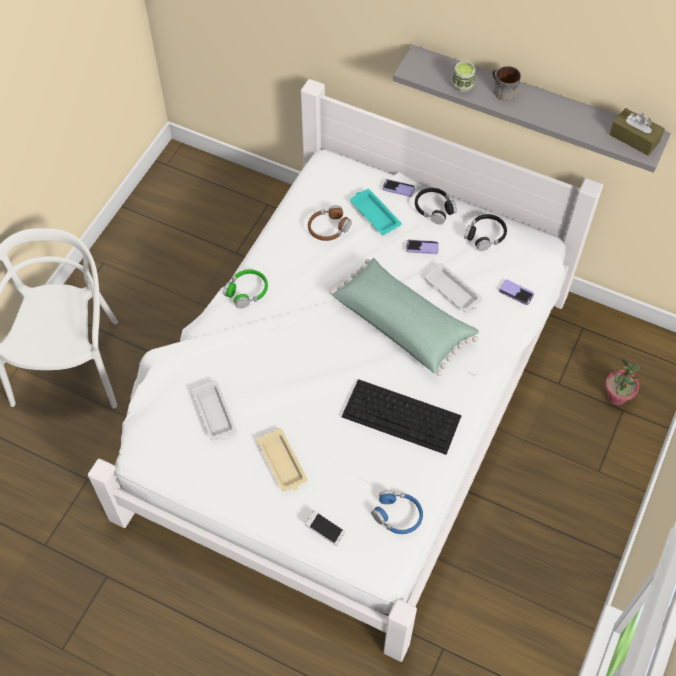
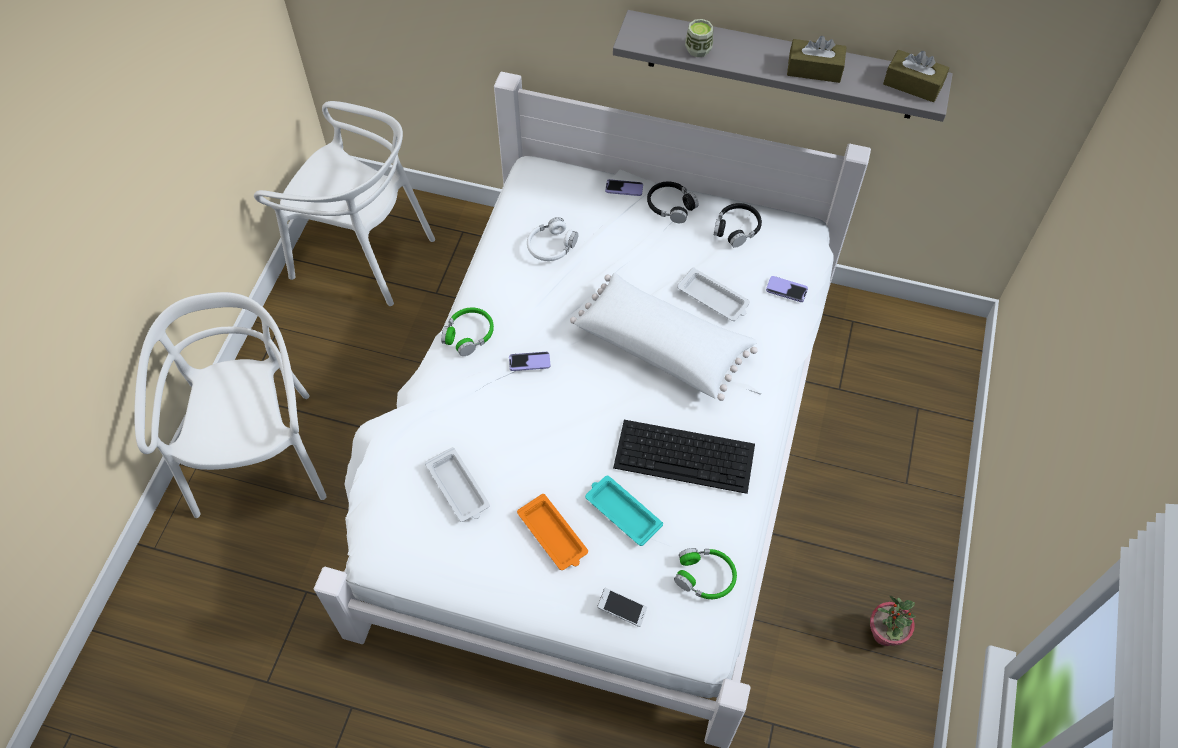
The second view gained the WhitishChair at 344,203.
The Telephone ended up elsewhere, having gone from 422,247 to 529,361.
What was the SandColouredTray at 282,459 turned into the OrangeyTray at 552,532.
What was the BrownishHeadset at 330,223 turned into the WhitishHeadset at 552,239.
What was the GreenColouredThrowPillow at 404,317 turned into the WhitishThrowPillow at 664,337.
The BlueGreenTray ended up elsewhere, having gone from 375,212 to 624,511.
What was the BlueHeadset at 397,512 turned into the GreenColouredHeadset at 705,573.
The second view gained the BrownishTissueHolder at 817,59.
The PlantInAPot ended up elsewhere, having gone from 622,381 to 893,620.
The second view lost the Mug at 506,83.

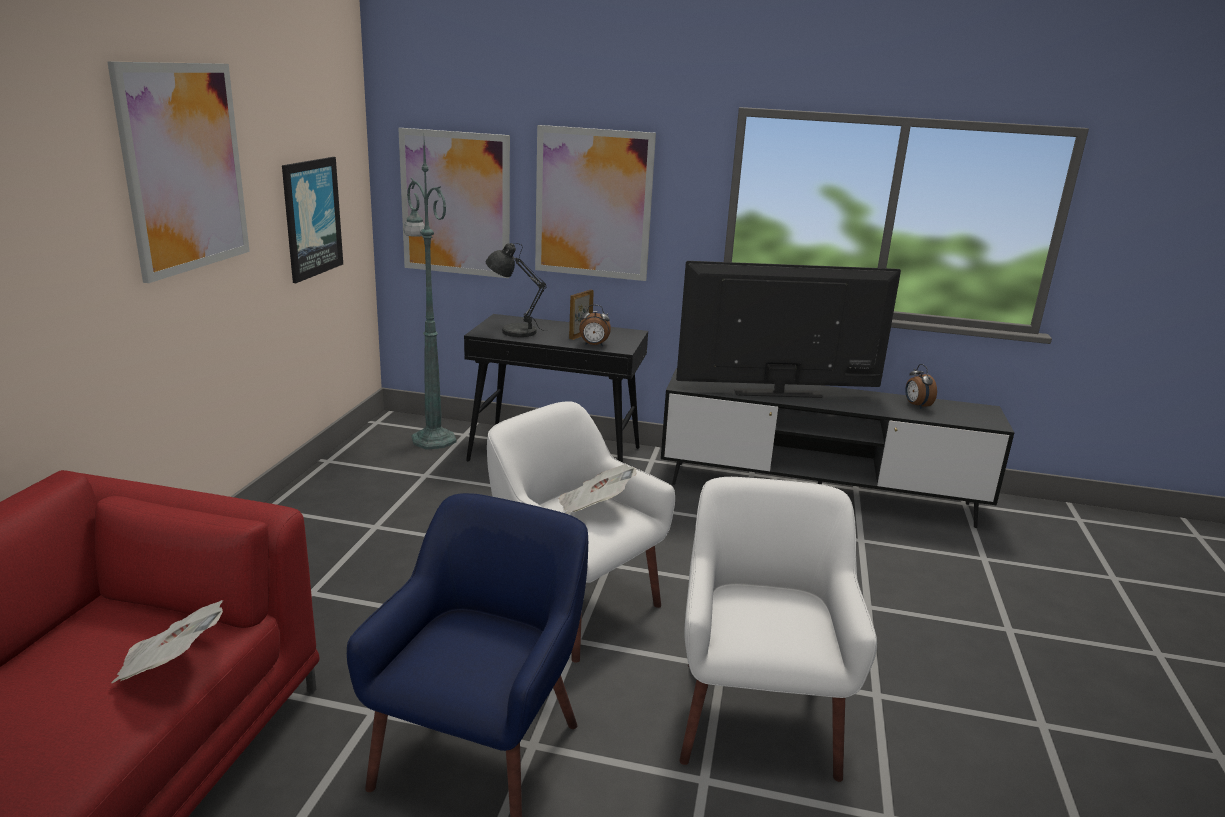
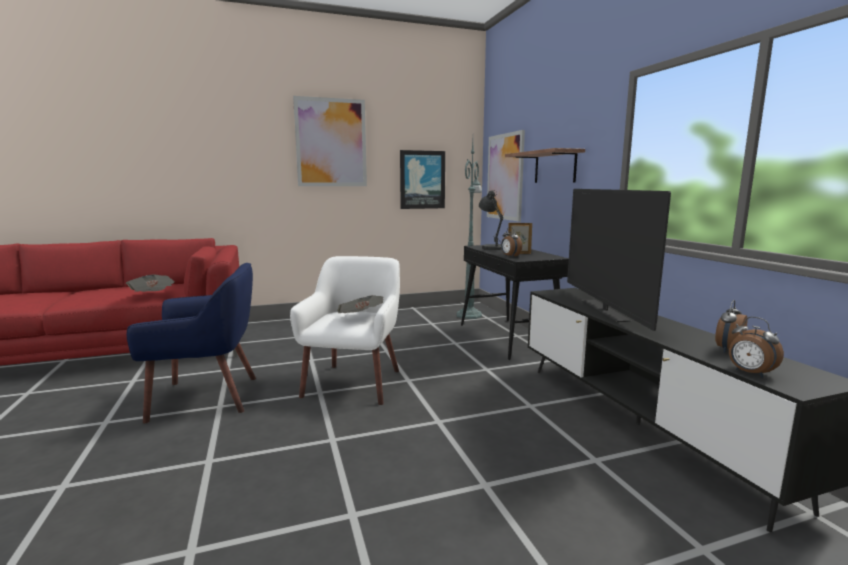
Where the WallPicture hung at 595,203, the WallShelf came to hang at 545,165.
The TvSet at 788,329 ended up facing another way, 150 degrees counterclockwise from before.
The second view gained the BedsideClock at 756,347.
The second view lost the WhitishArmchair at 778,629.

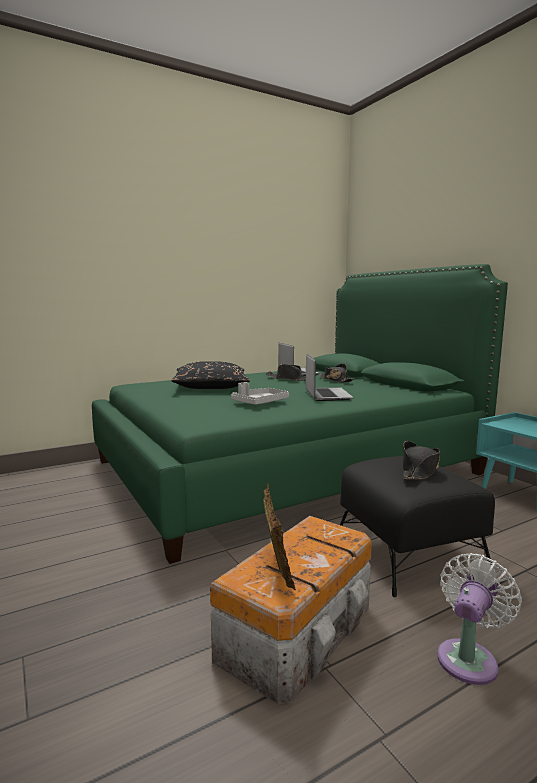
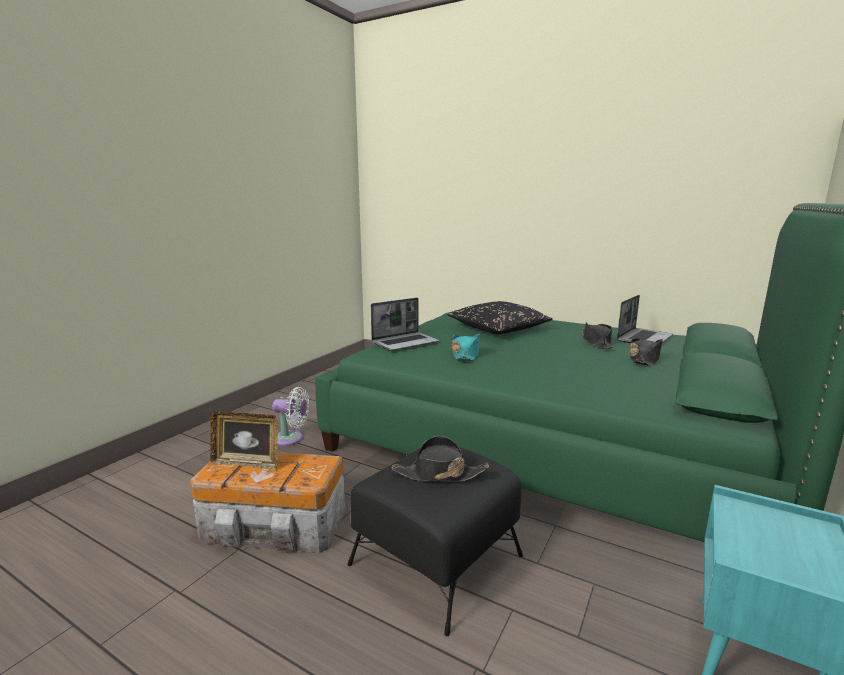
The StandingFrame at 279,536 ended up facing another way, 45 degrees clockwise from before.
The WhitishCoolingFan ended up elsewhere, having gone from 479,619 to 290,416.
The NotebookComputer ended up elsewhere, having gone from 330,377 to 405,324.
Where the GreyishTray stood at 260,393, the BlueGreenHat came to stand at 465,347.

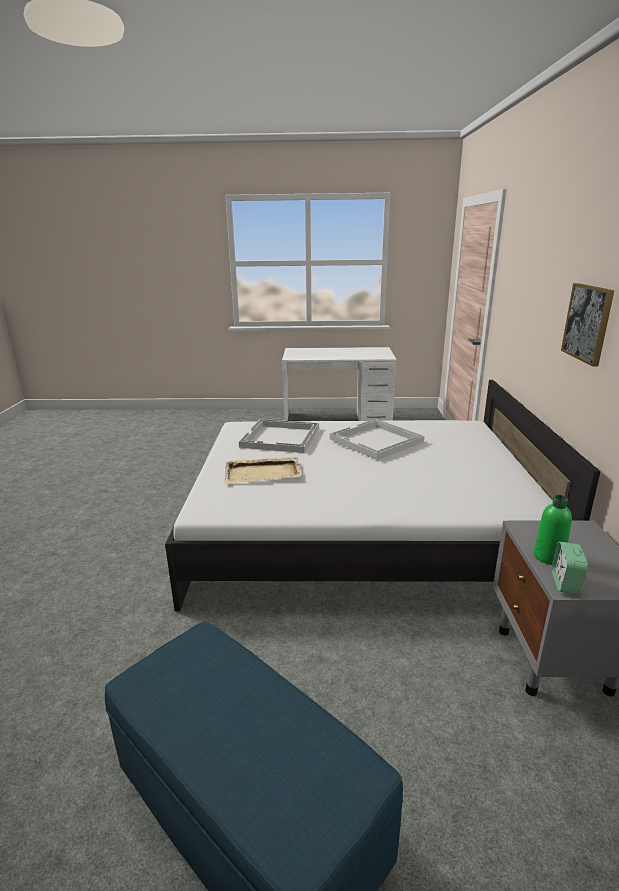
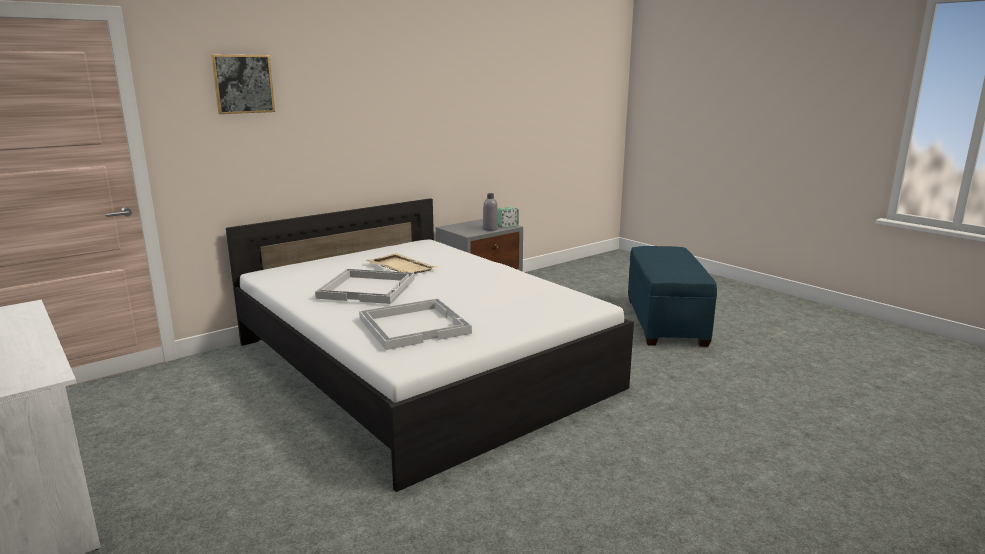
The WallPicture ended up elsewhere, having gone from 587,325 to 243,84.
The SandColouredTray ended up elsewhere, having gone from 263,470 to 402,263.
What was the GreenColouredDrinkBottle at 552,530 turned into the GreyishDrinkBottle at 490,212.

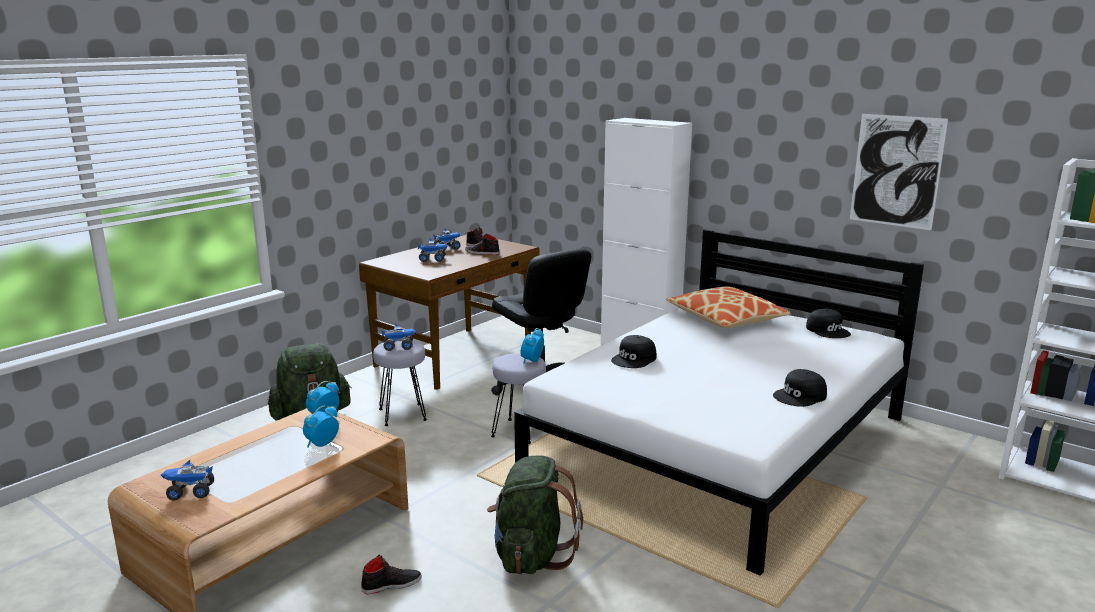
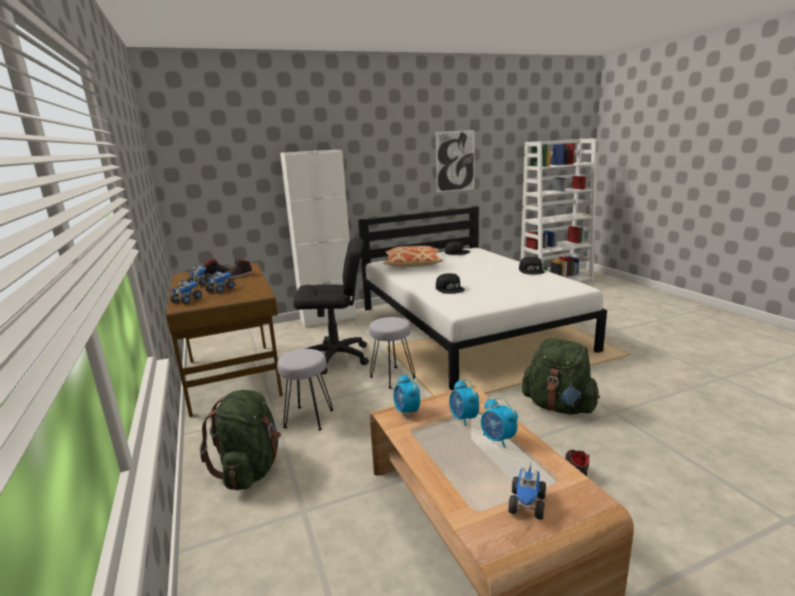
The ToyLorry ended up elsewhere, having gone from 398,337 to 186,291.
The BedsideClock ended up elsewhere, having gone from 532,346 to 499,422.

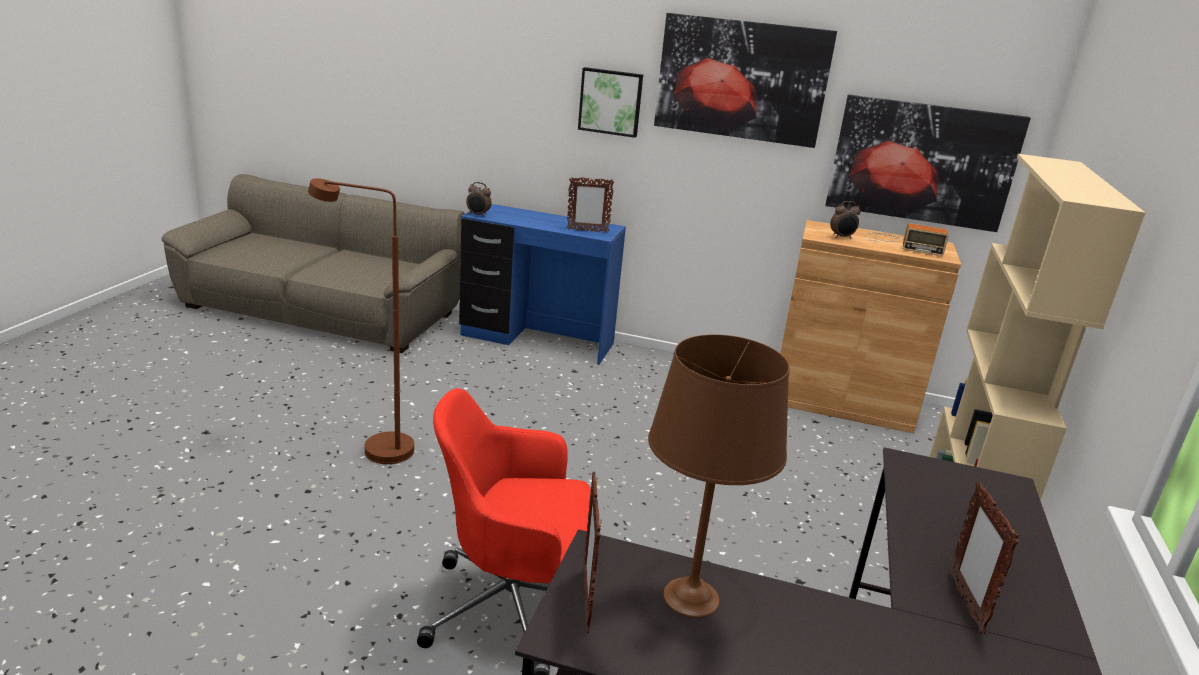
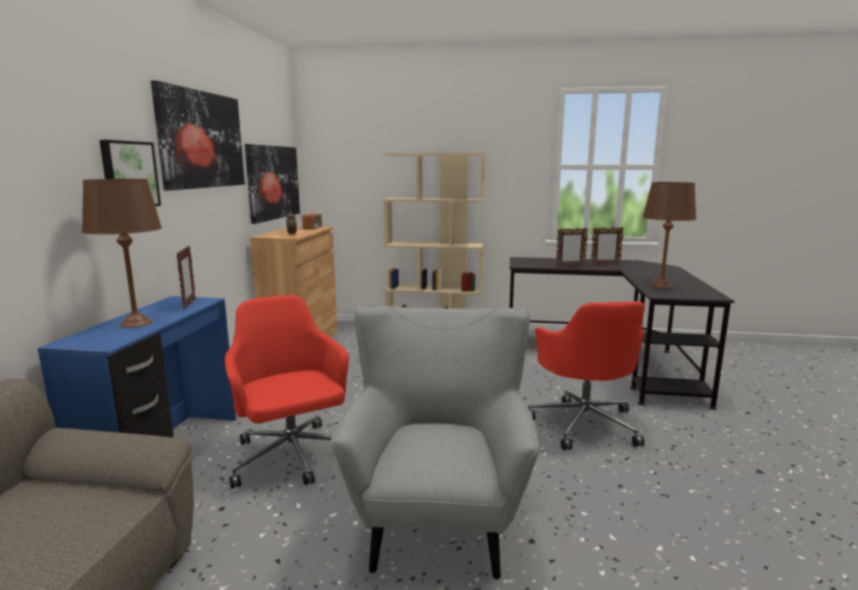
The second view gained the BrownishTableLamp at 122,253.
The second view gained the RedComputerChair at 287,392.
Where the BrownishStandingLamp stood at 361,321, the GreyishArmchair came to stand at 435,442.
The StandingFrame ended up elsewhere, having gone from 592,552 to 572,247.
The second view lost the BedsideClock at 479,199.

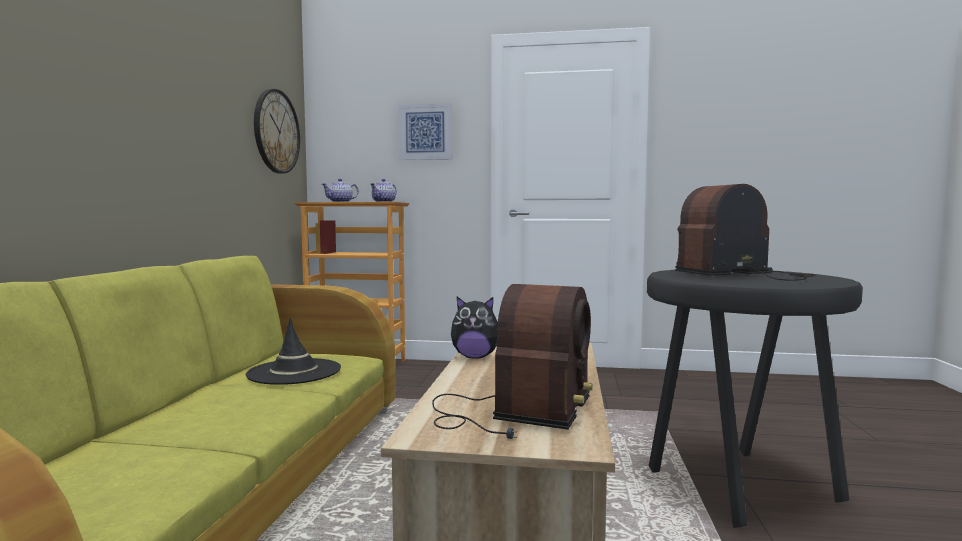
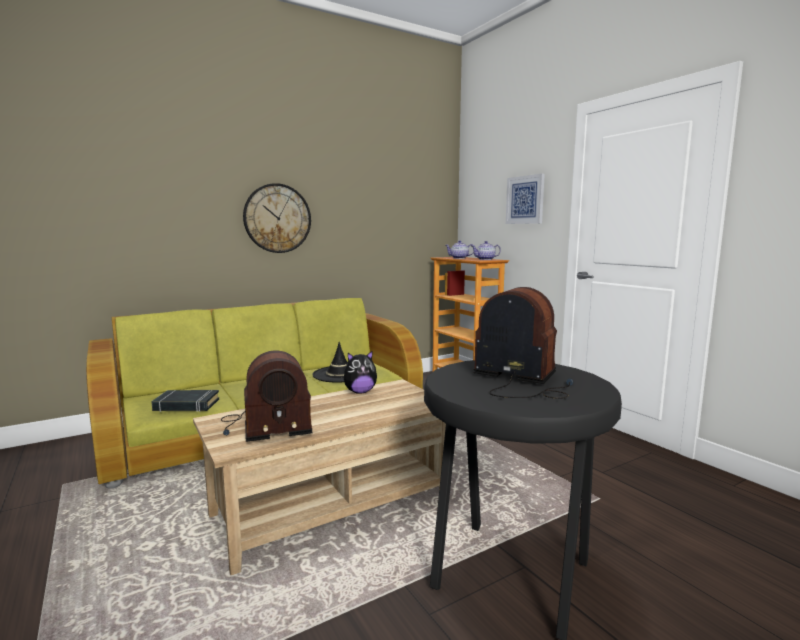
The second view gained the BlackBook at 185,401.
The ClockOnTheWall ended up elsewhere, having gone from 277,131 to 277,218.
The CuddlyToy at 474,328 ended up facing another way, 75 degrees counterclockwise from before.

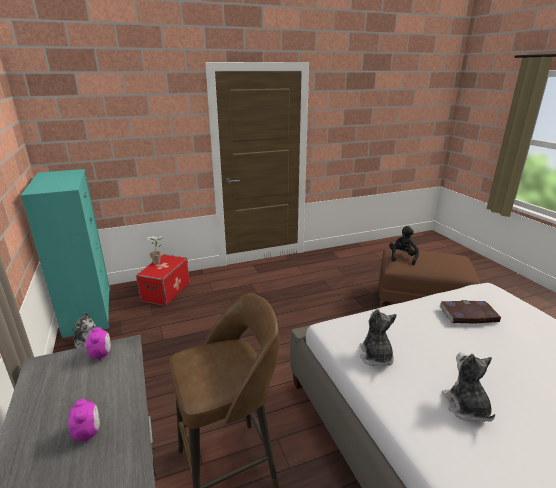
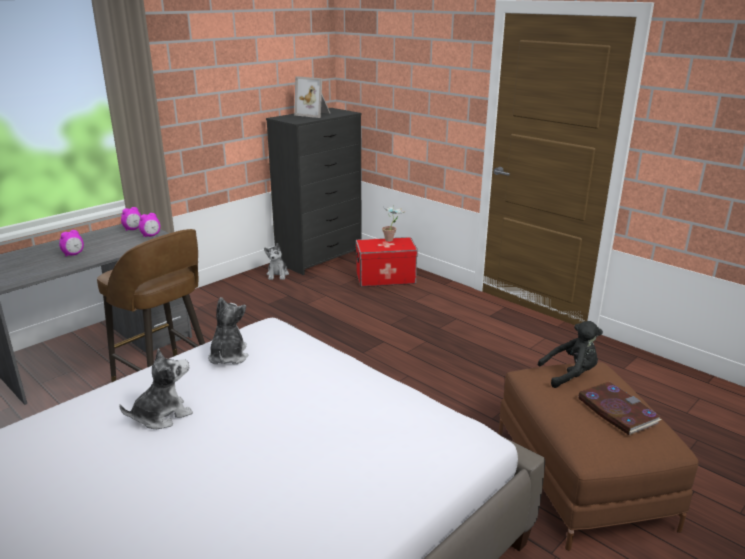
The second view gained the BedsideClock at 131,219.
The CuddlyToy at 378,337 ended up facing another way, 60 degrees counterclockwise from before.
What was the BlueGreenDrawerChest at 65,253 turned into the BlackDrawerChest at 314,191.
The second view gained the StandingFrame at 312,97.
The Book ended up elsewhere, having gone from 470,311 to 619,409.

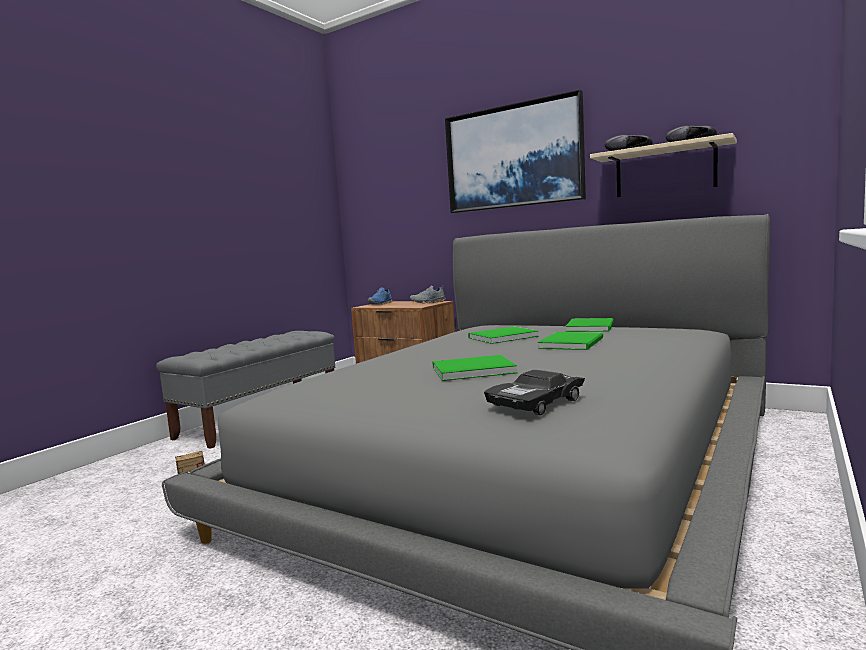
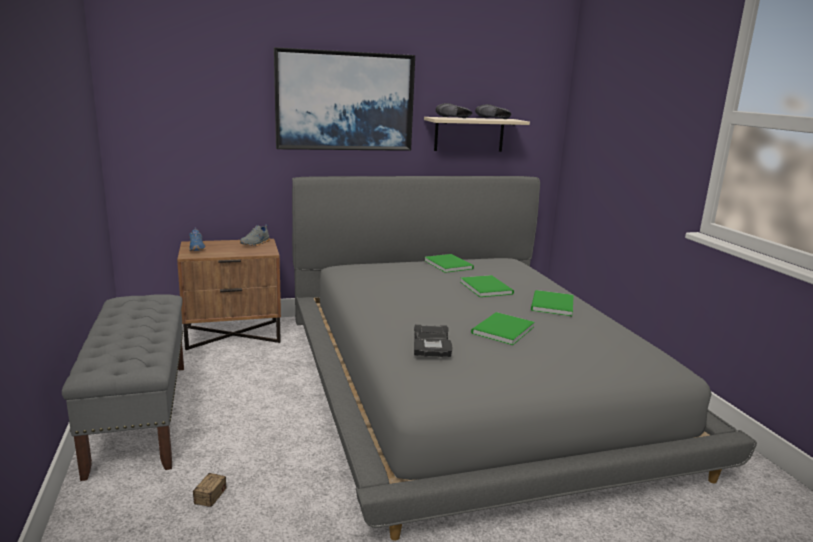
The BlackToyCar ended up elsewhere, having gone from 534,392 to 433,340.
The GreenColouredBook ended up elsewhere, having gone from 503,335 to 552,303.

